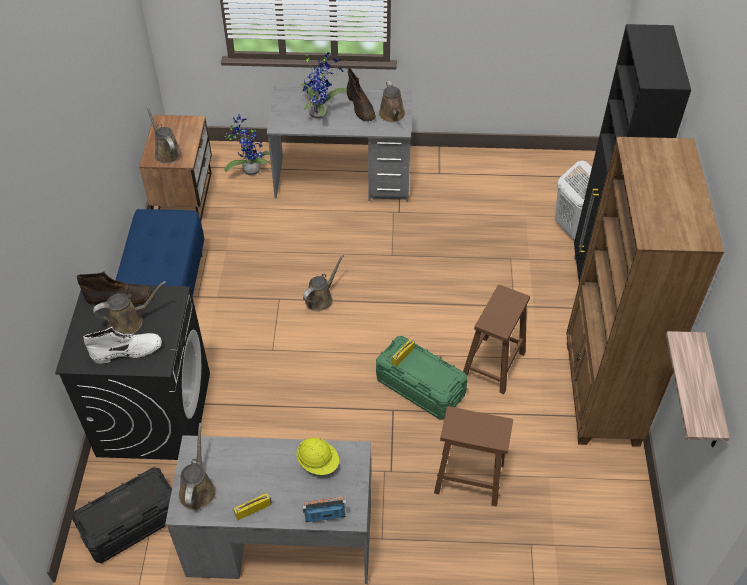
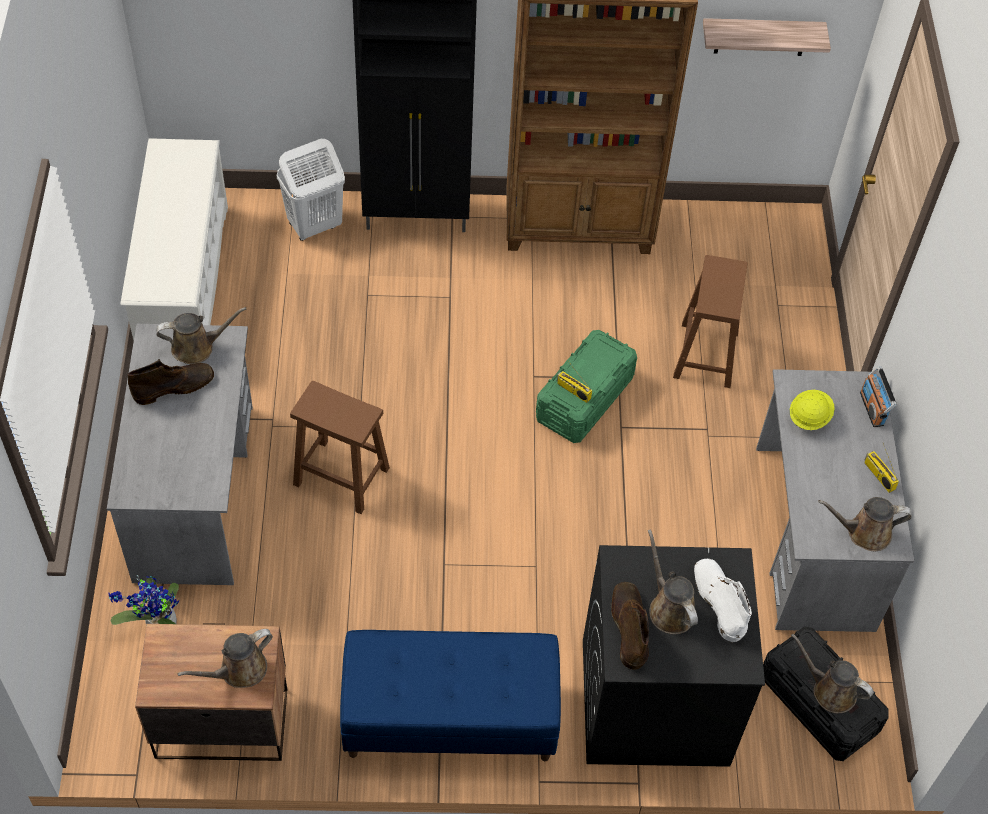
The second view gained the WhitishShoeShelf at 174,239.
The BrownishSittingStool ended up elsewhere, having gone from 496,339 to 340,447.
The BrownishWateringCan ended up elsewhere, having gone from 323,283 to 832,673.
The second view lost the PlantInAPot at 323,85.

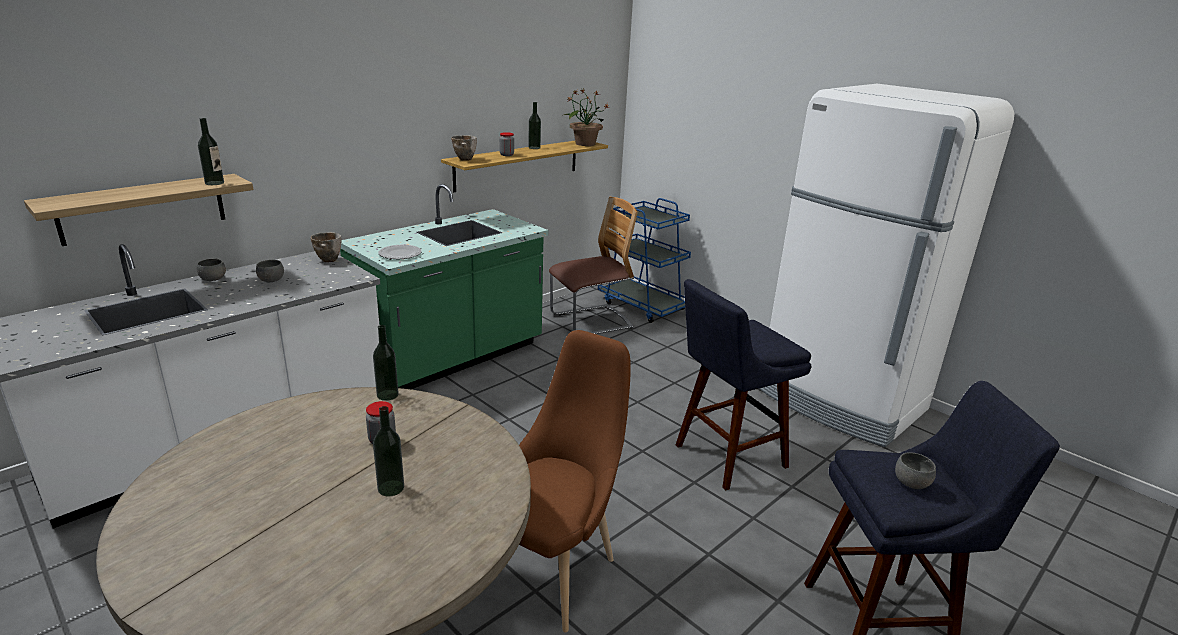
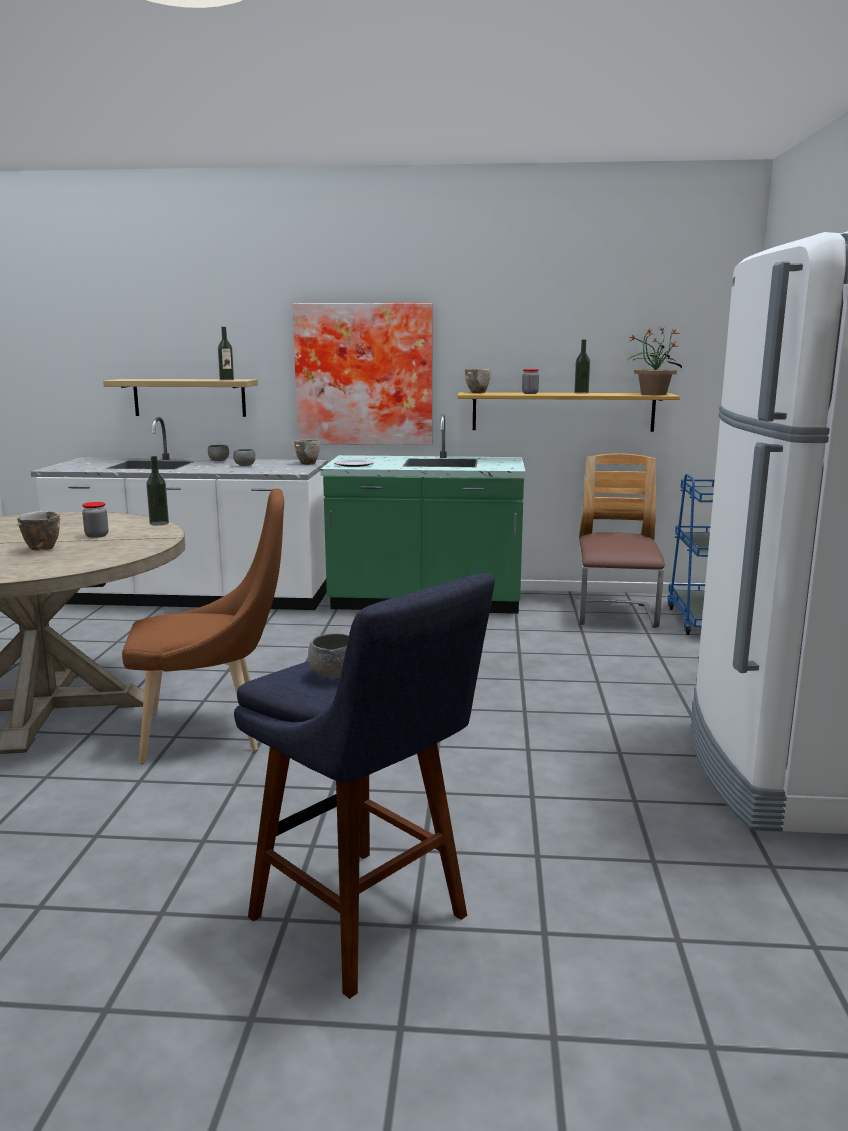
Where the DrinkBottle stood at 388,451, the Bowl came to stand at 39,531.
The second view gained the WallPicture at 363,374.
The Chair at 593,265 ended up facing another way, 105 degrees counterclockwise from before.
The second view lost the BlueSittingStool at 743,384.

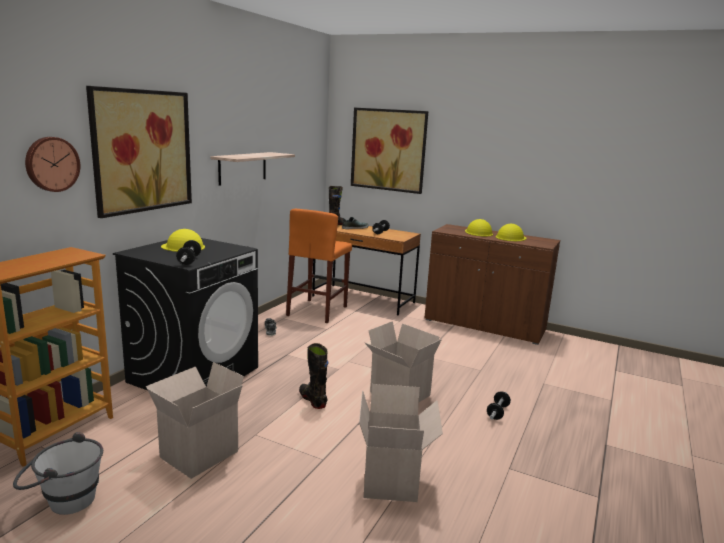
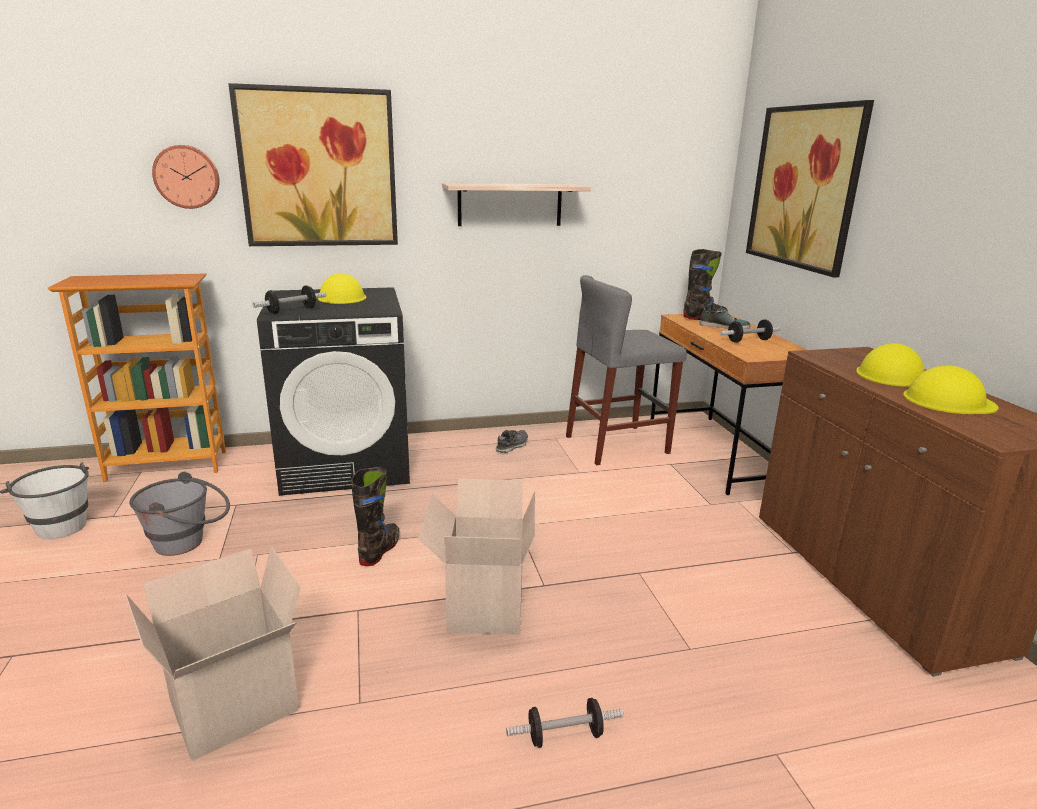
Where the Carton stood at 195,420, the GreyishBucket came to stand at 179,513.
What was the OrangeySittingStool at 319,266 turned into the GreyishSittingStool at 626,370.

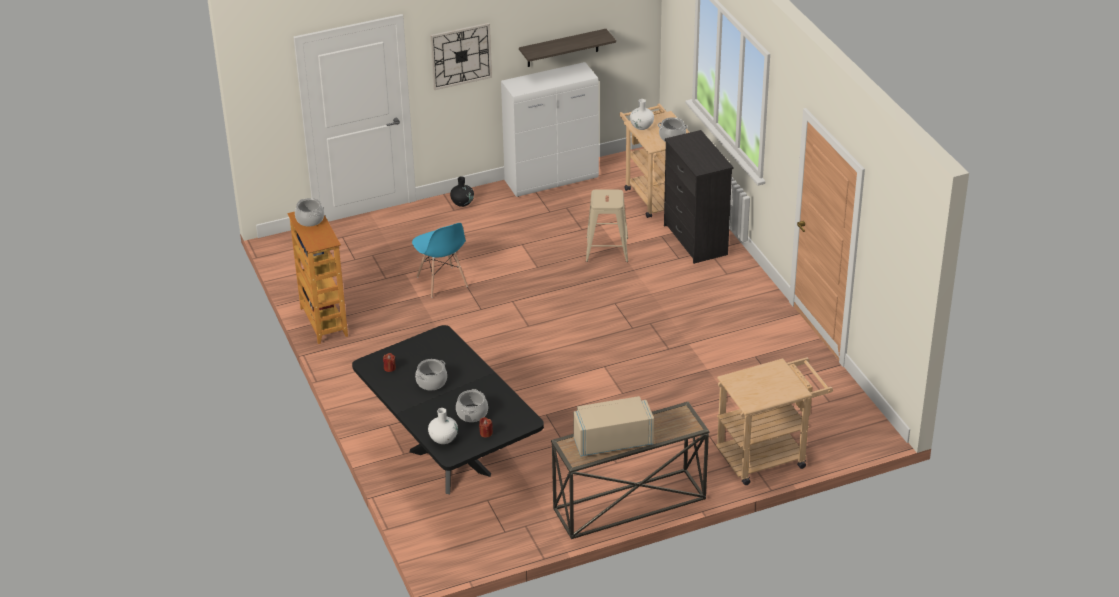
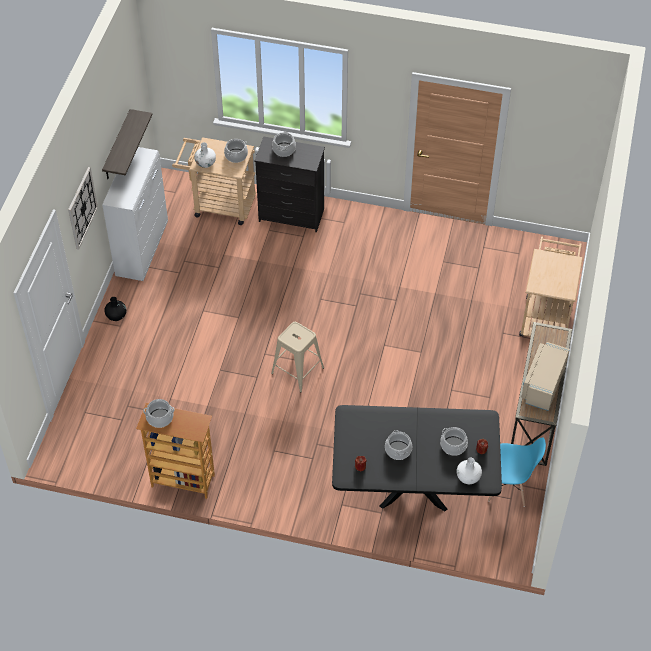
The SandColouredSittingStool ended up elsewhere, having gone from 607,225 to 297,357.
The second view gained the CookingPot at 284,144.
The BlueChair ended up elsewhere, having gone from 440,260 to 517,472.

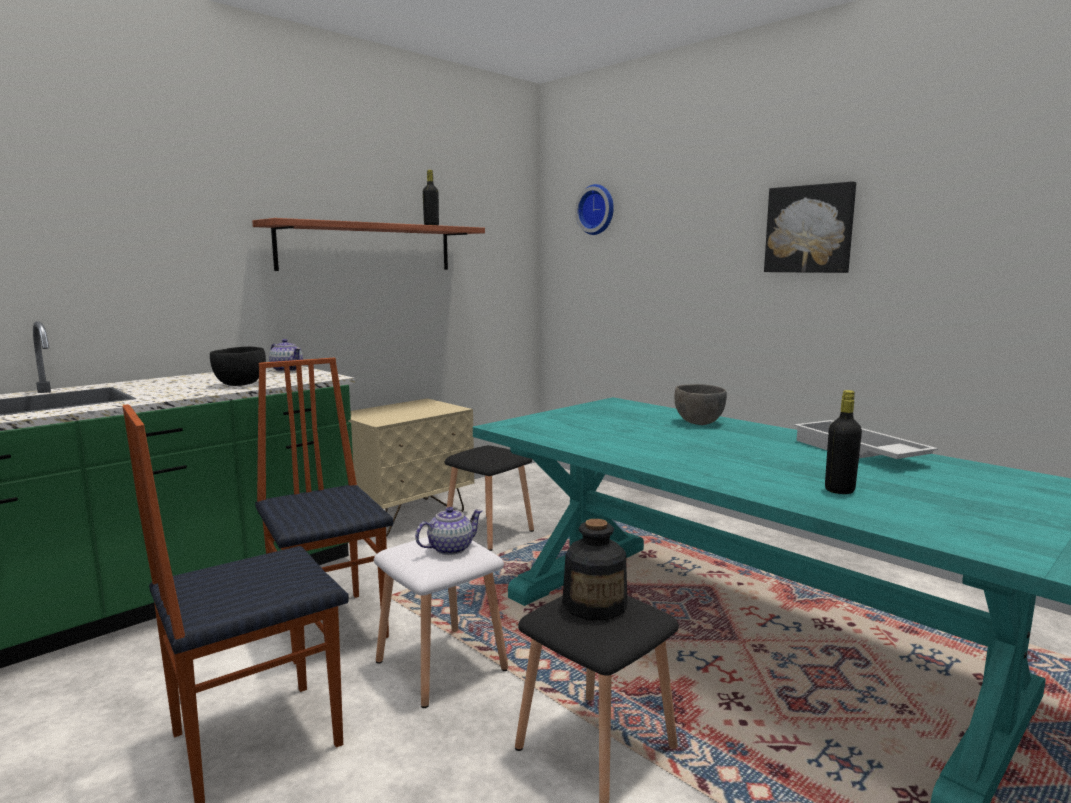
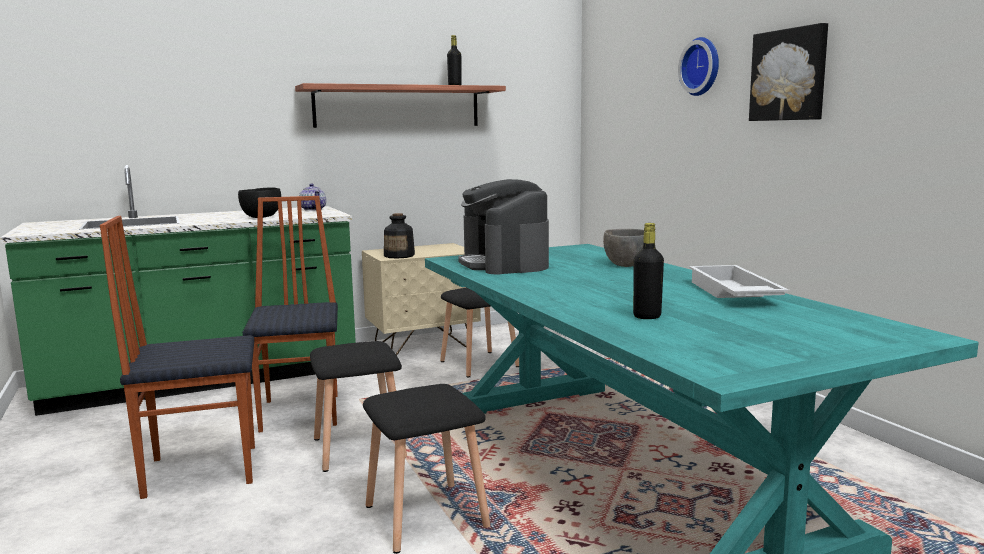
What was the WhitishSittingStool at 441,622 turned into the BlackSittingStool at 358,406.
The DrinkBottle ended up elsewhere, having gone from 595,569 to 399,236.
The second view gained the CoffeeMaker at 503,226.
The ClockOnTheWall ended up elsewhere, having gone from 594,209 to 698,66.
The second view lost the PotForTea at 449,531.

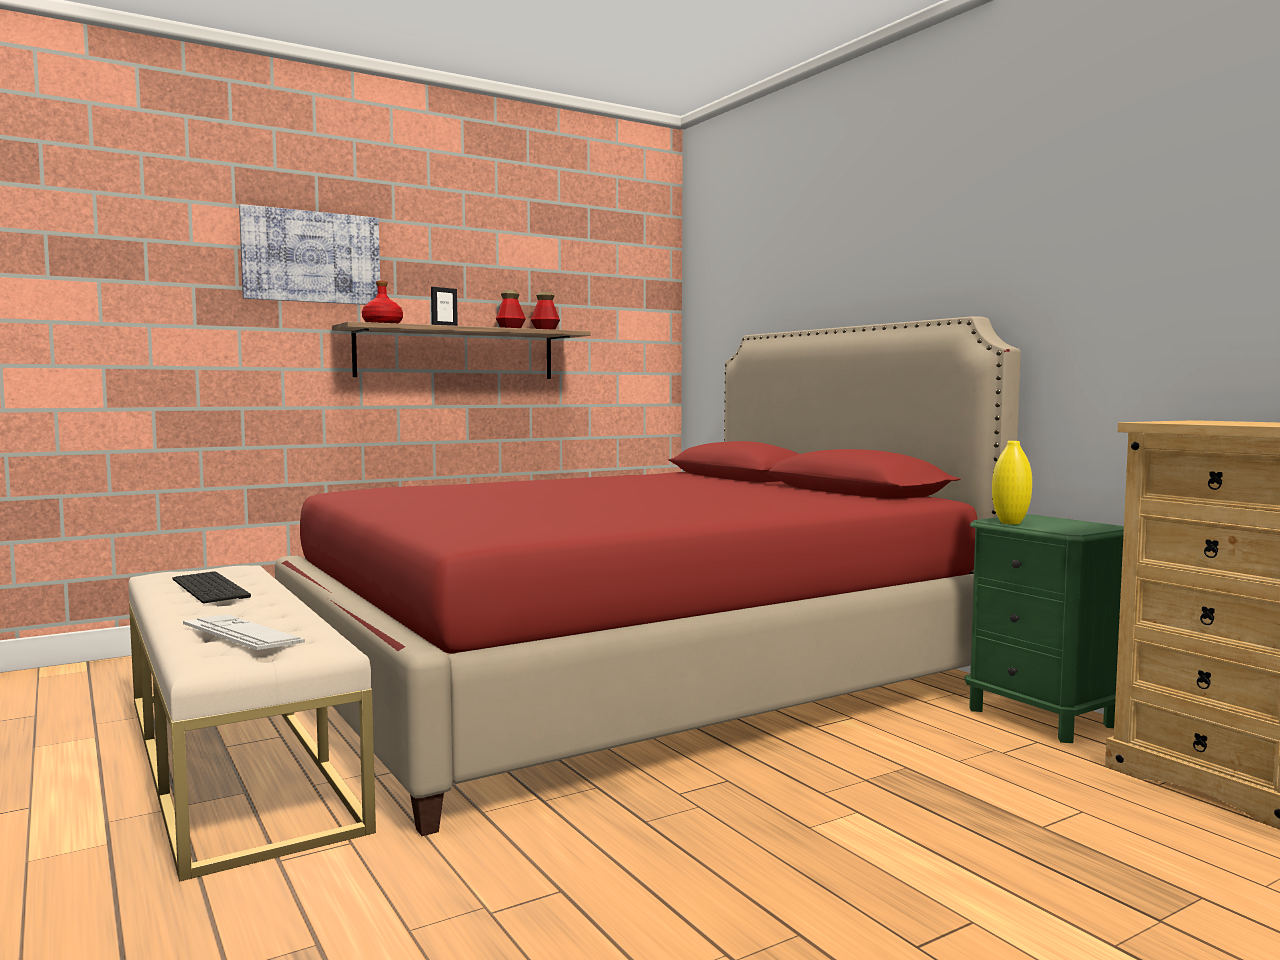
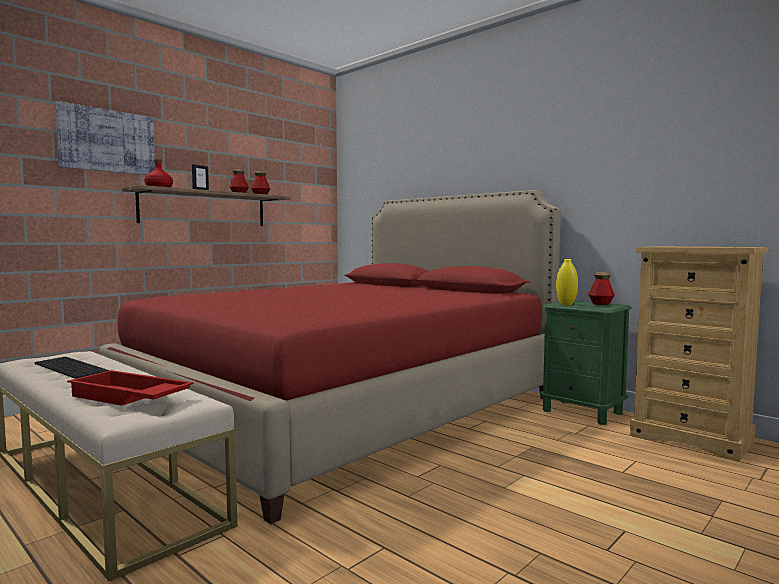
Where the PcKeyboard stood at 244,632, the RedTray came to stand at 130,388.
The second view gained the DrinkBottle at 601,288.

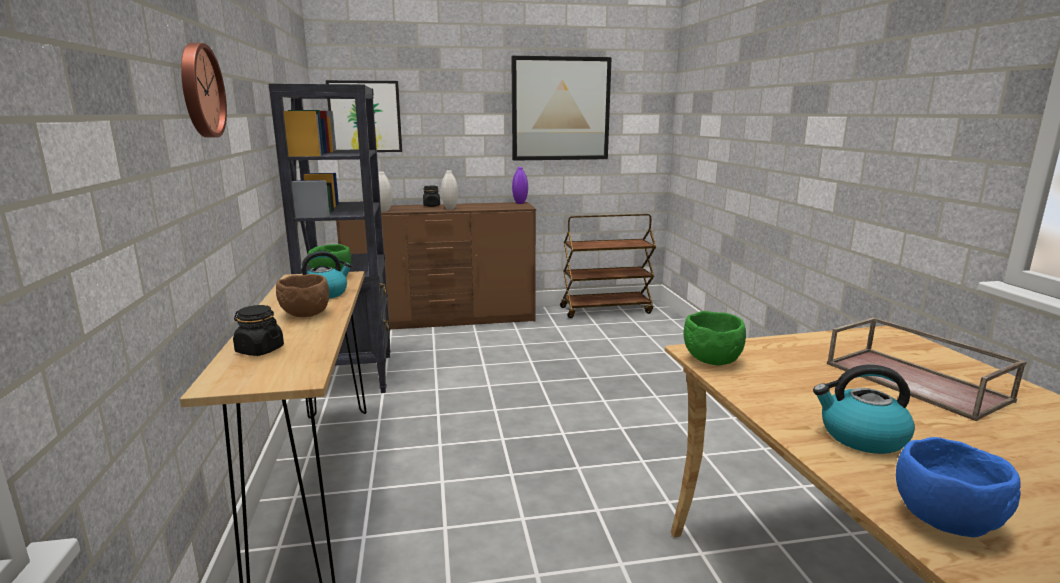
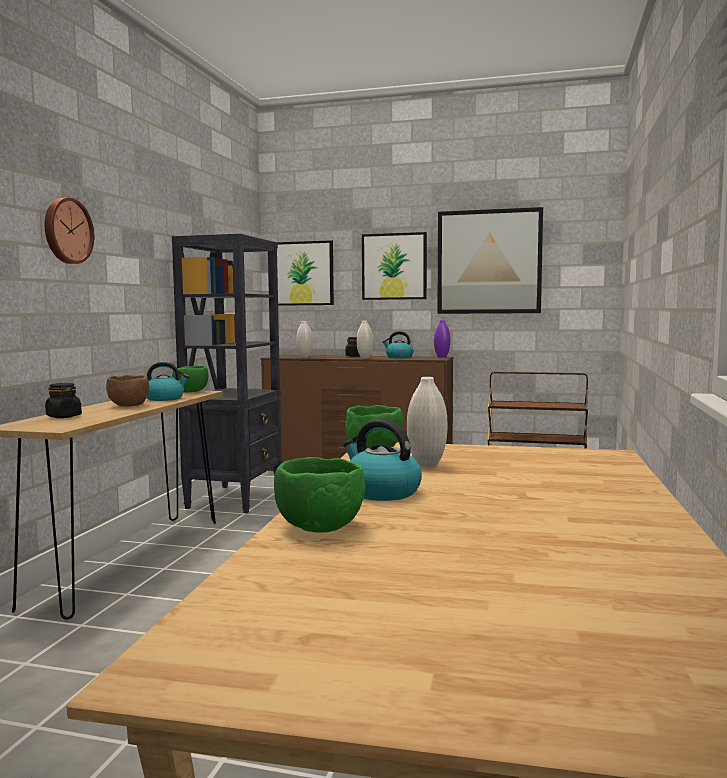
What was the BlueBowl at 958,487 turned into the GreenColouredBowl at 319,494.
The second view gained the WallPicture at 394,266.
The second view gained the WaterKettle at 398,344.
The second view gained the WhitishVase at 427,422.
The second view lost the BrownishTray at 927,369.

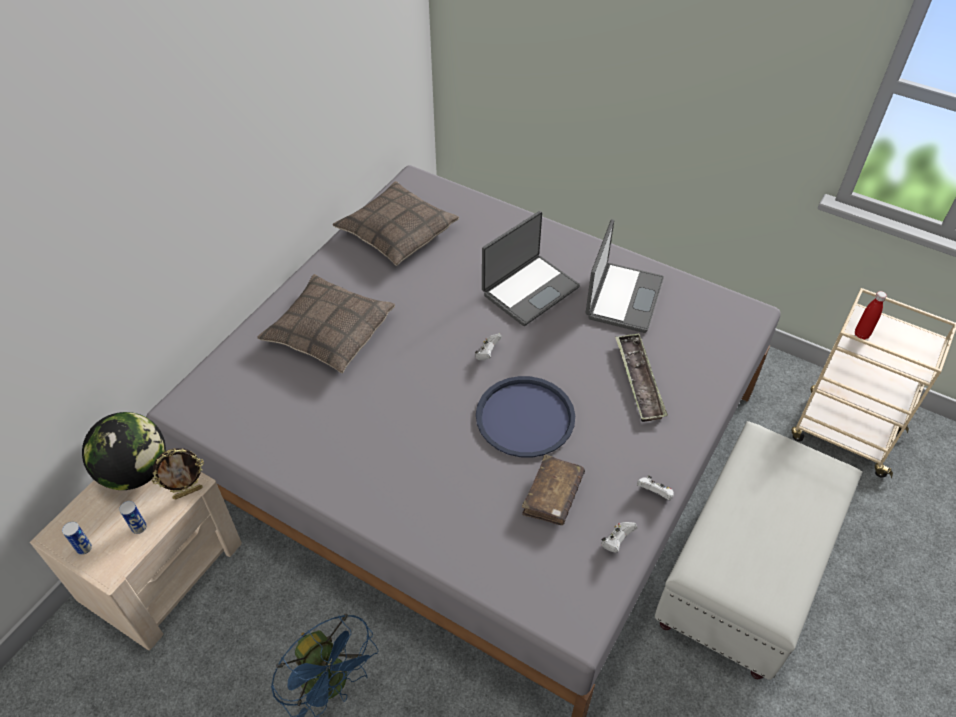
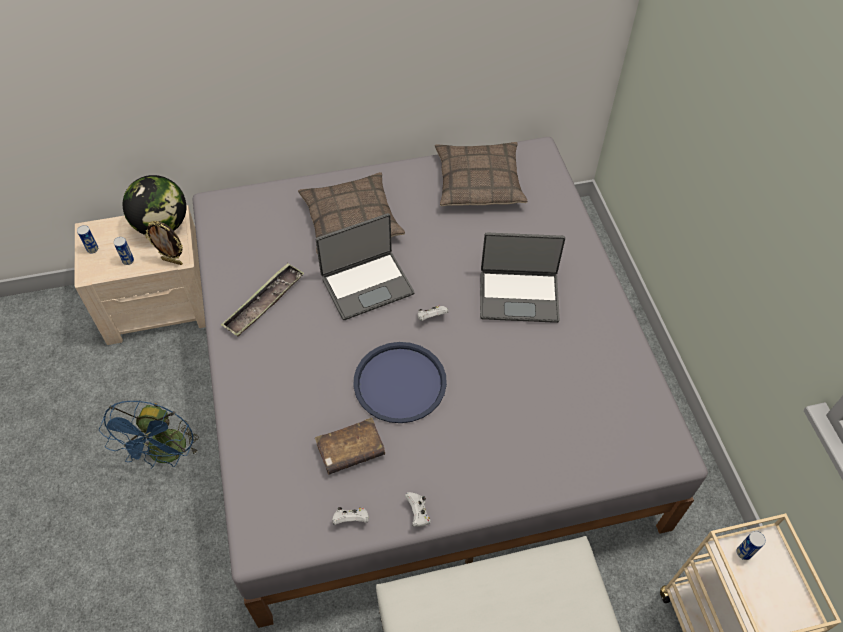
The Tray ended up elsewhere, having gone from 641,377 to 262,300.
The NotebookComputer ended up elsewhere, having gone from 625,276 to 365,266.
Where the RedDrinkBottle stood at 871,315, the SealedCan came to stand at 751,545.

